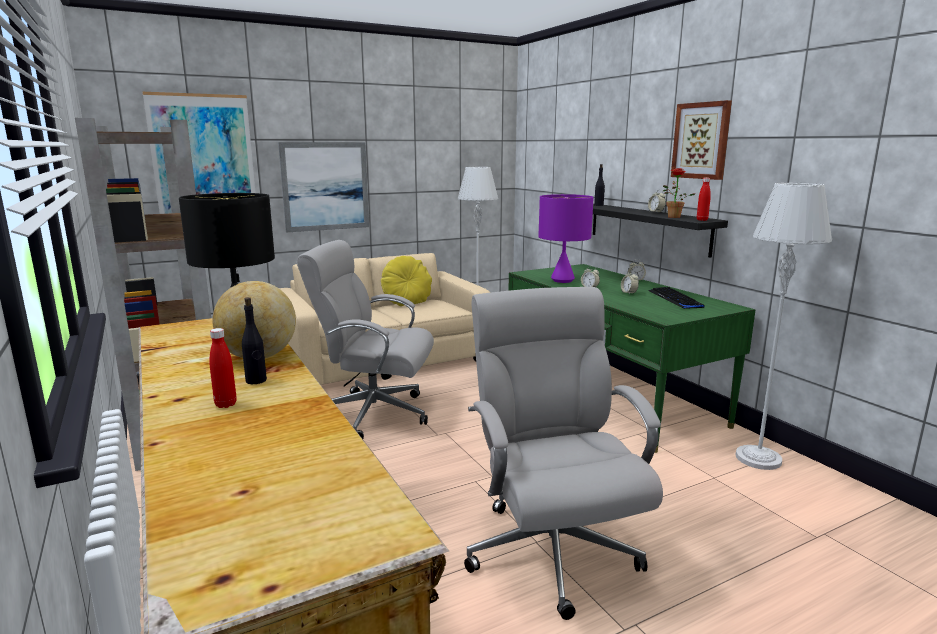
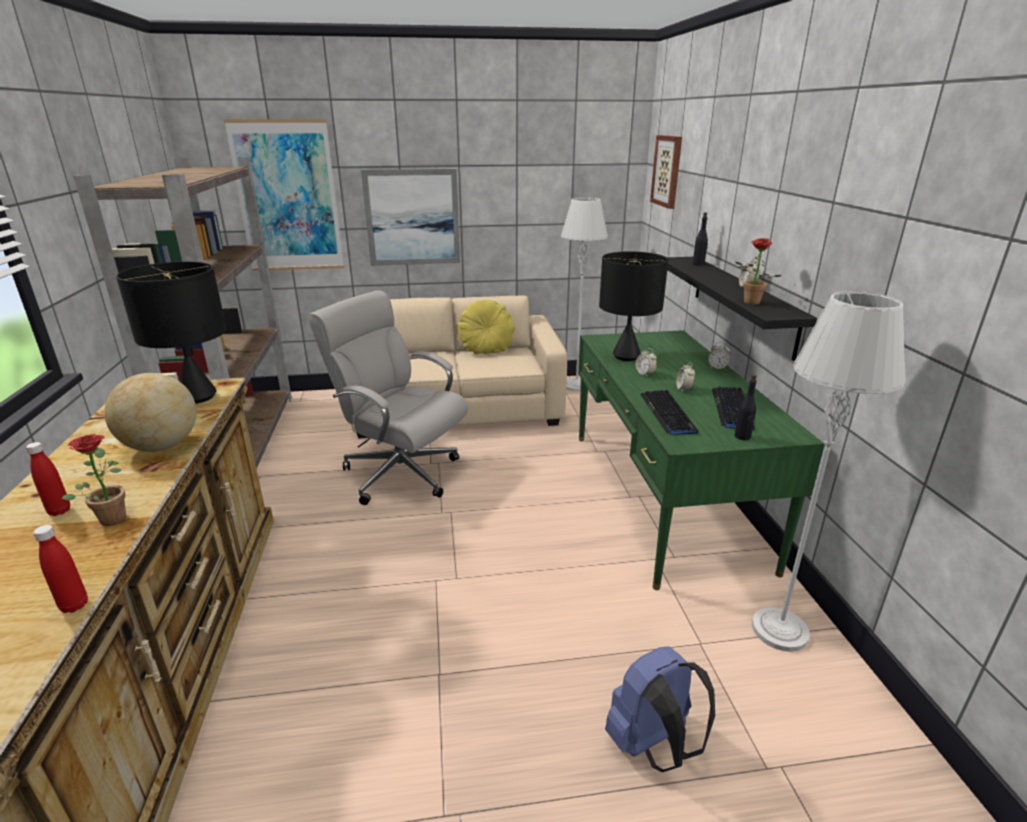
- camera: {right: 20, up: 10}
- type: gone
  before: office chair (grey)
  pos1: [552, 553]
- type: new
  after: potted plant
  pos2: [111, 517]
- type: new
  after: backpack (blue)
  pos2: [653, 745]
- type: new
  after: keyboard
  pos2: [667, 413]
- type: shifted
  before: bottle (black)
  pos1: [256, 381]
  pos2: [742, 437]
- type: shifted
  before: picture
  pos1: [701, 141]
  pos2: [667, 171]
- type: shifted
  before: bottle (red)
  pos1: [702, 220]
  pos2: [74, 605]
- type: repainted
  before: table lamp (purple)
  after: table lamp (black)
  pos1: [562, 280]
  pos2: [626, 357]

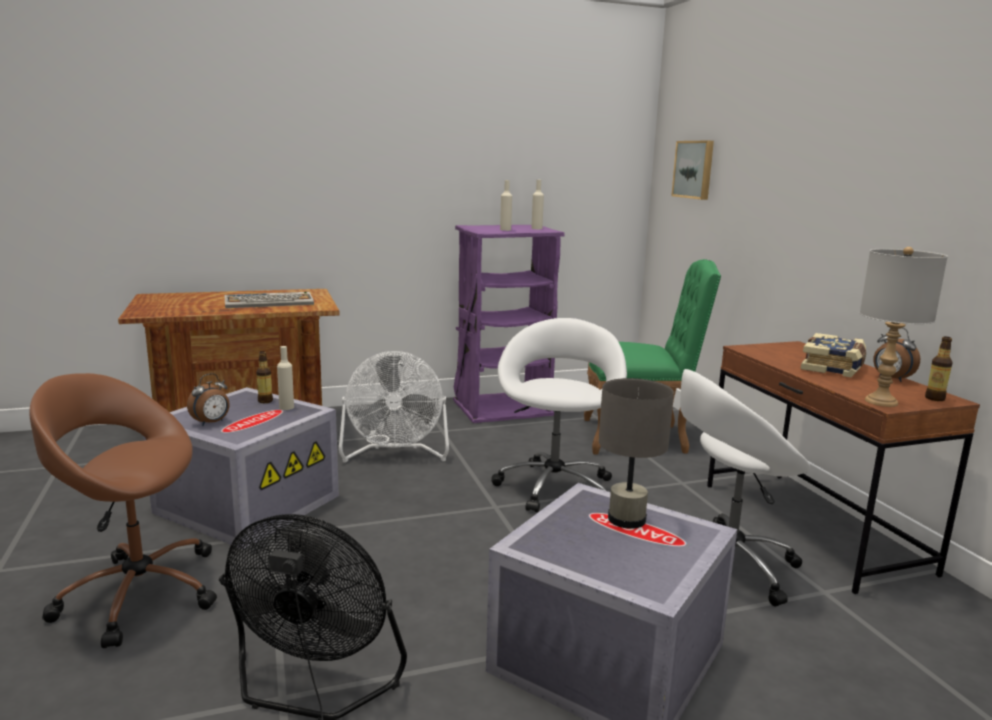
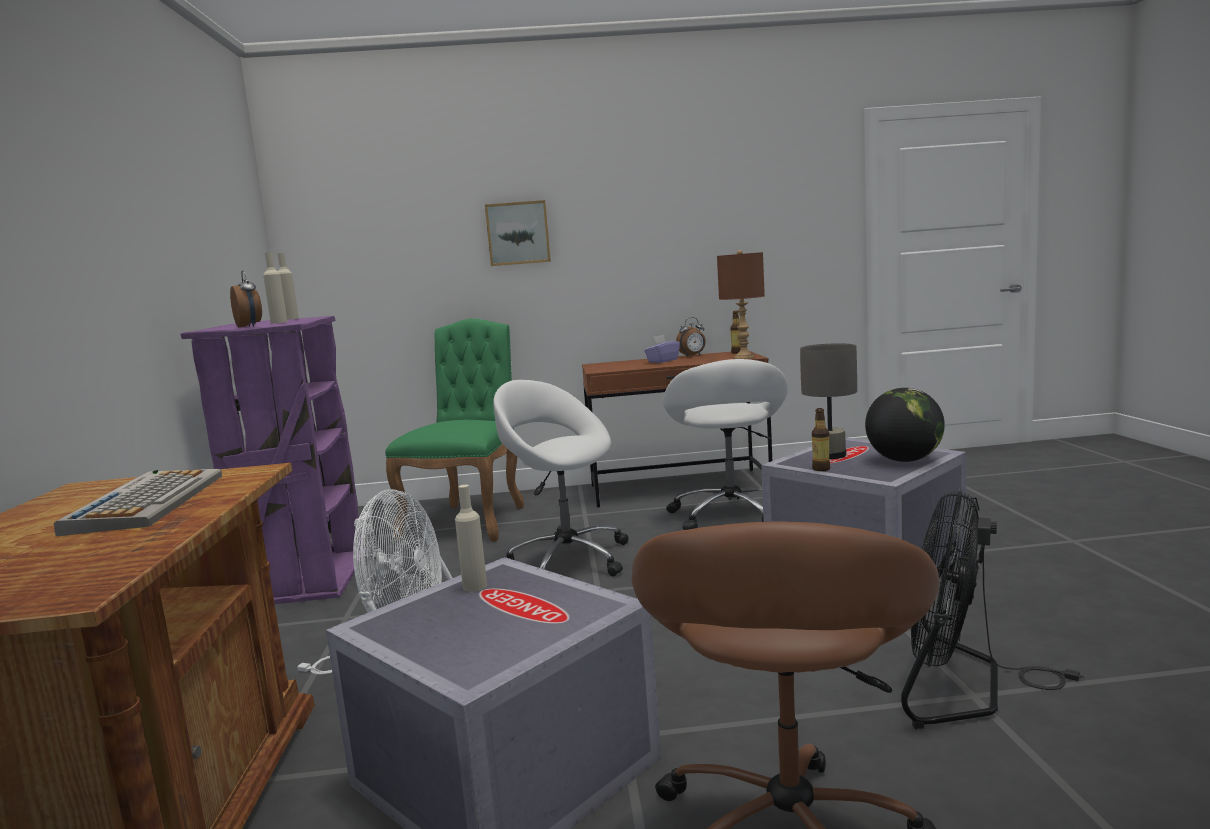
- camera: {right: -75, up: -5}
- type: new
  after: globe
  pos2: [904, 460]
- type: shifted
  before: alarm clock
  pos1: [211, 423]
  pos2: [250, 326]
- type: shifted
  before: bottle
  pos1: [265, 401]
  pos2: [821, 469]
- type: shifted
  before: picture
  pos1: [694, 169]
  pos2: [518, 233]
- type: swapped
  before: book
  after: tissue box (purple)
  pos1: [833, 367]
  pos2: [662, 361]
- type: repainted
  before: table lamp (grey)
  after: table lamp (brown)
  pos1: [880, 402]
  pos2: [744, 357]

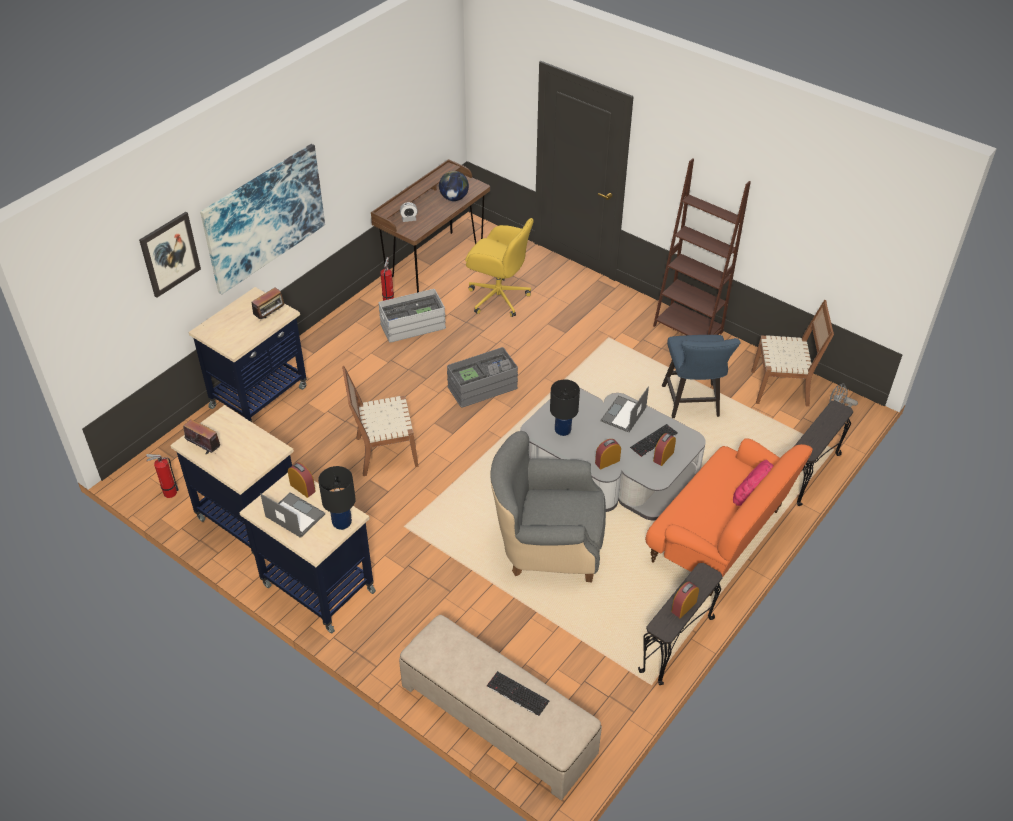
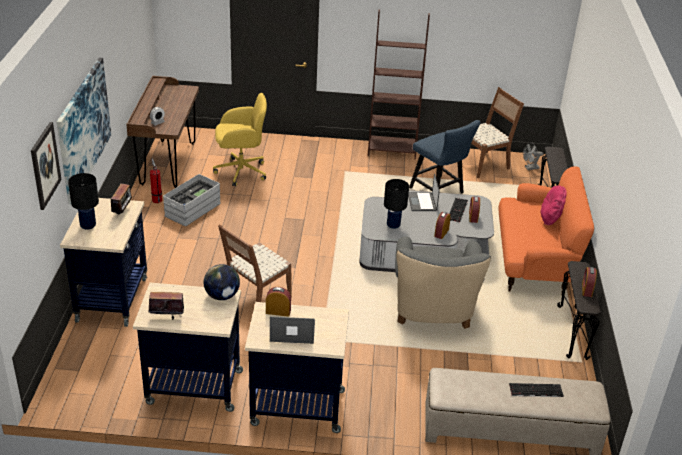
- camera: {right: -35, up: -10}
- type: gone
  before: fire extinguisher
  pos1: [168, 493]
- type: gone
  before: storage box (grey)
  pos1: [482, 386]
- type: shifted
  before: table lamp (black)
  pos1: [342, 523]
  pos2: [88, 226]
- type: shifted
  before: globe
  pos1: [454, 198]
  pos2: [222, 296]
- type: rotated
  before: armchair (grey)
  pos1: [547, 545]
  pos2: [433, 310]
  turn: -60

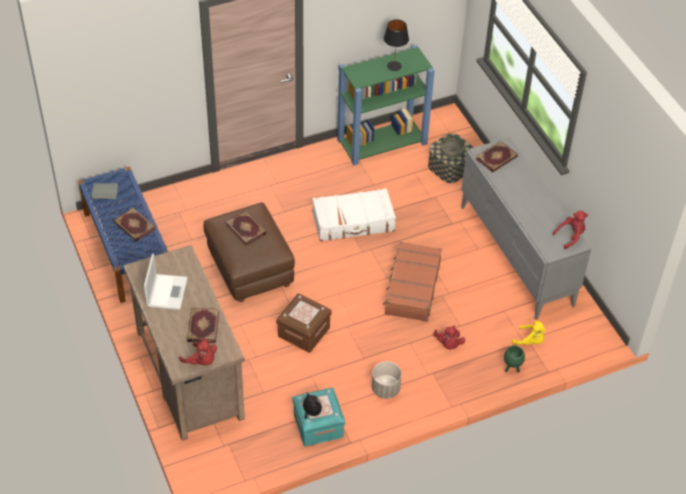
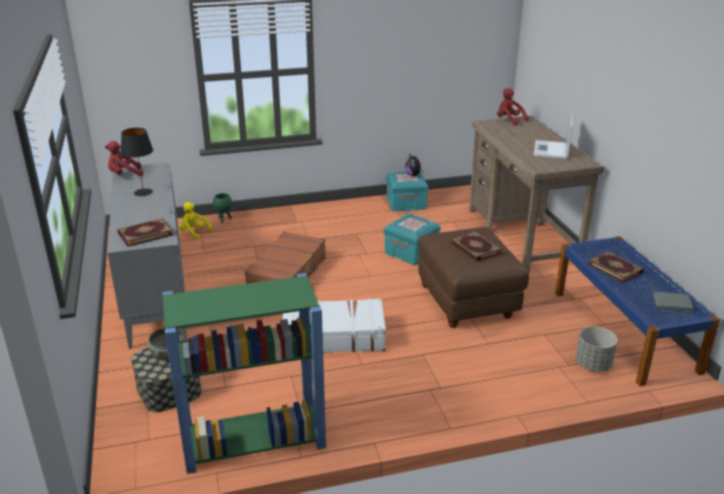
- camera: {right: -170, up: -20}
- type: gone
  before: book
  pos1: [202, 326]
- type: gone
  before: plush toy (red)
  pos1: [448, 344]
- type: shifted
  before: planter (grey)
  pos1: [385, 389]
  pos2: [593, 364]
- type: shifted
  before: table lamp (black)
  pos1: [394, 66]
  pos2: [143, 192]
- type: repainted
  before: storage box (brown)
  after: storage box (turquoise)
  pos1: [304, 332]
  pos2: [411, 252]

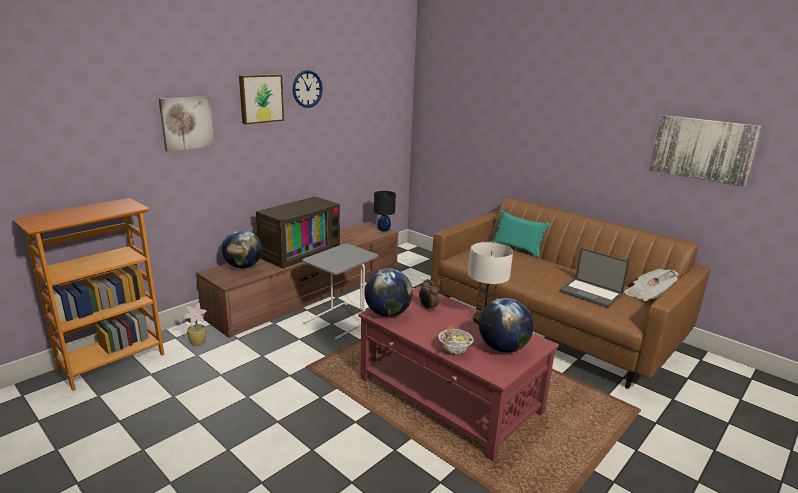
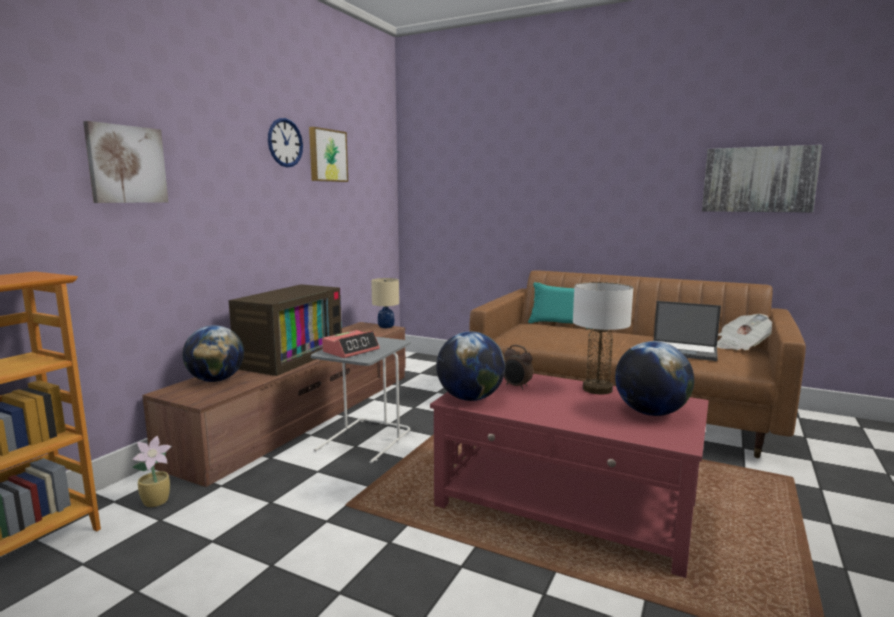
- camera: {right: -15, up: -10}
- type: gone
  before: bowl
  pos1: [454, 350]
- type: new
  after: alarm clock
  pos2: [351, 350]
- type: shifted
  before: picture
  pos1: [260, 98]
  pos2: [327, 155]
- type: repainted
  before: table lamp (black)
  after: table lamp (beige)
  pos1: [383, 230]
  pos2: [385, 327]

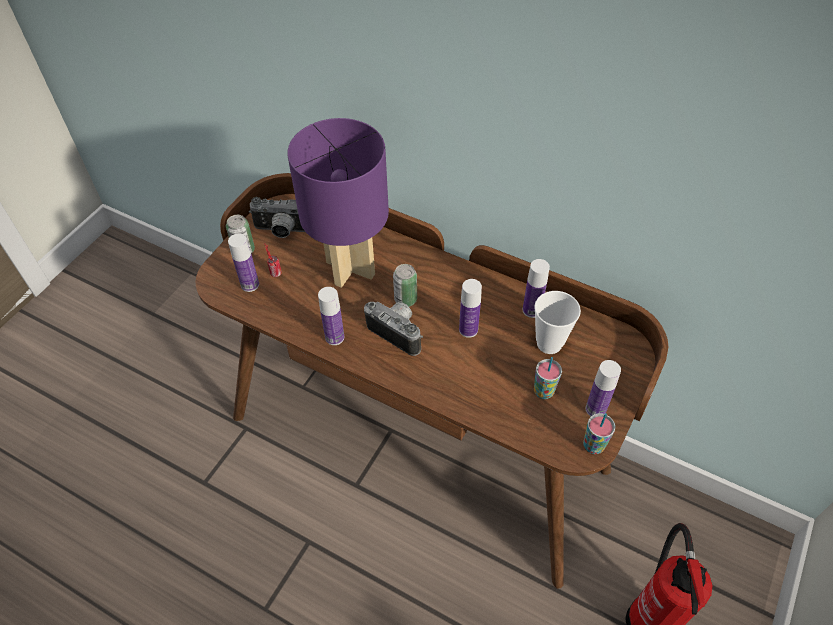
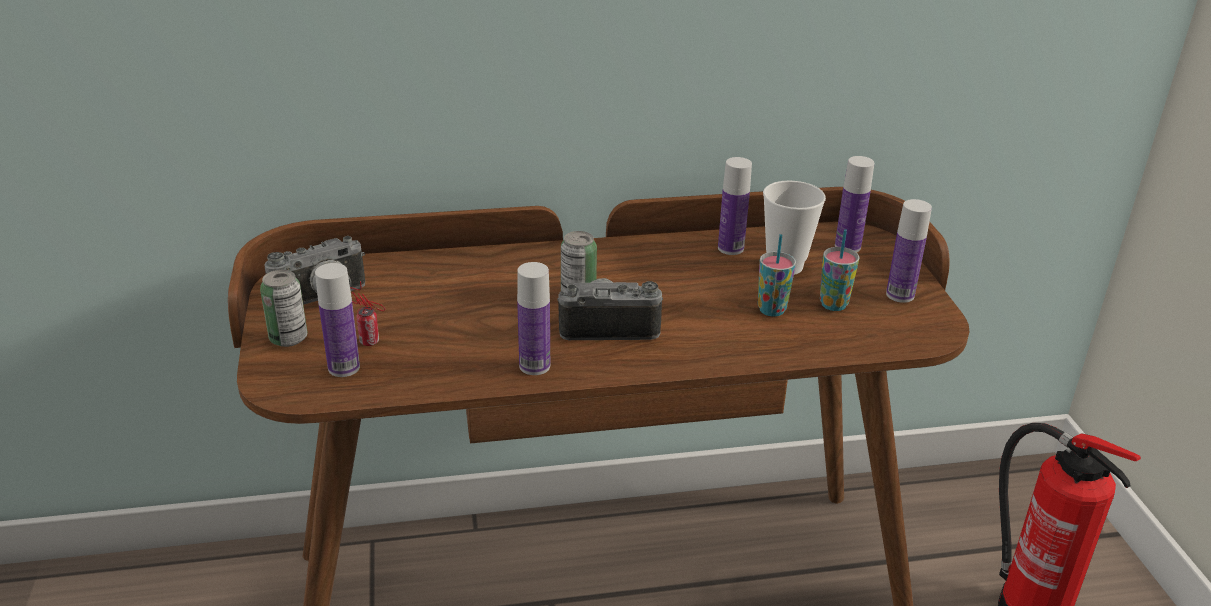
- camera: {right: -40, up: -20}
- type: gone
  before: table lamp (purple)
  pos1: [349, 268]
- type: shifted
  before: bottle
  pos1: [468, 329]
  pos2: [847, 246]
- type: shifted
  before: cup
  pos1: [593, 446]
  pos2: [771, 310]

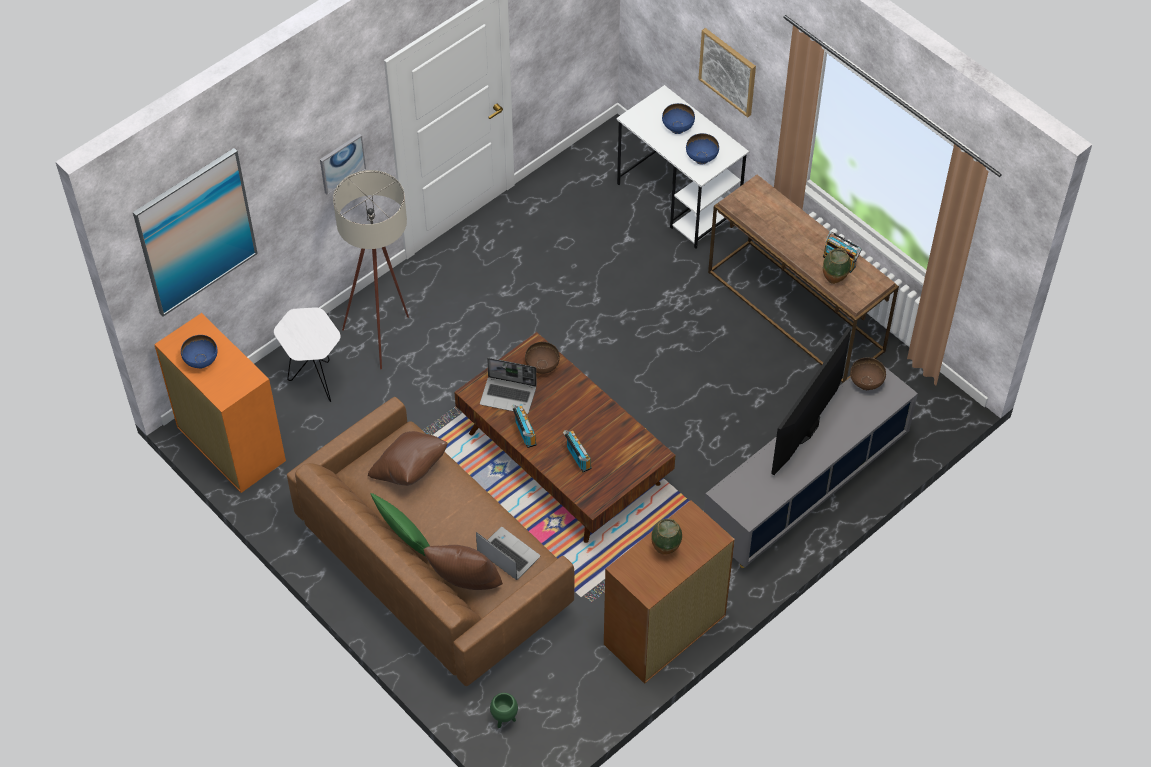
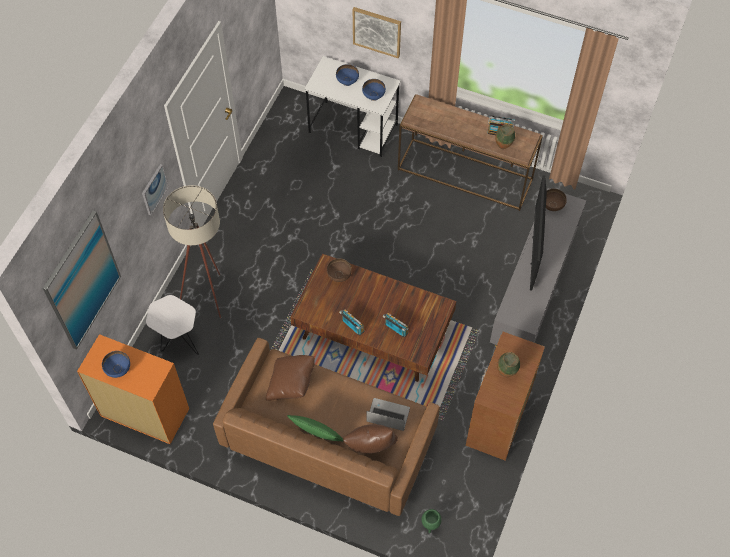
- camera: {right: -25, up: 5}
- type: gone
  before: laptop
  pos1: [509, 395]

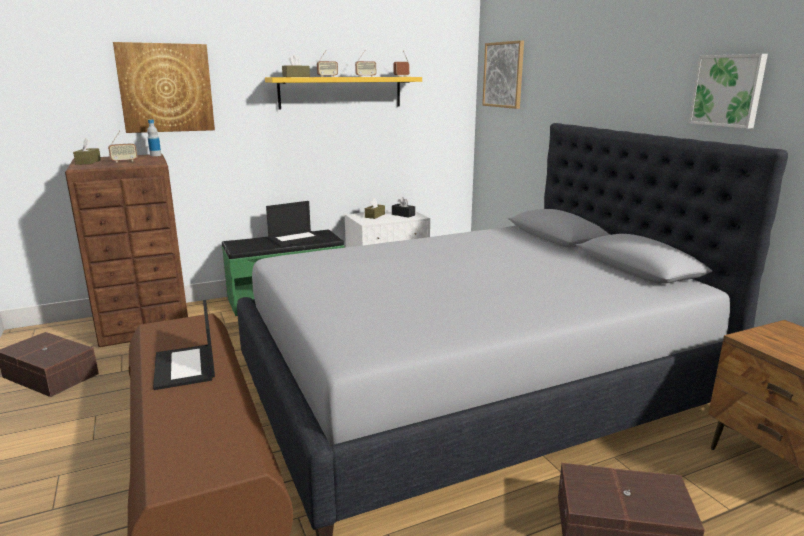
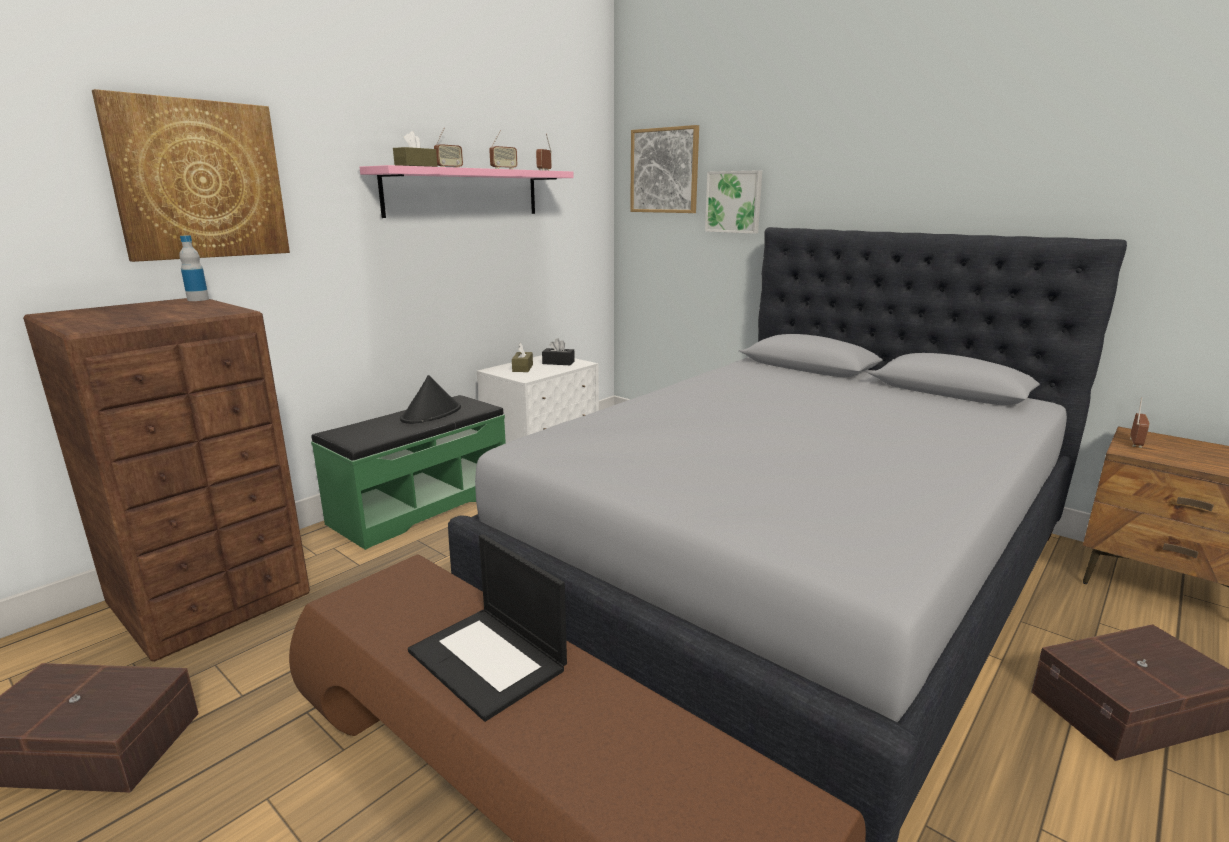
- camera: {right: -25, up: 0}
- type: gone
  before: tissue box (brown)
  pos1: [88, 162]
- type: shifted
  before: radio
  pos1: [124, 161]
  pos2: [1135, 443]
- type: shifted
  before: picture
  pos1: [728, 90]
  pos2: [734, 202]
- type: swapped
  before: laptop
  after: hat (black)
  pos1: [296, 238]
  pos2: [431, 414]
- type: repainted
  before: shelf (yellow)
  after: shelf (pink)
  pos1: [341, 92]
  pos2: [464, 192]

